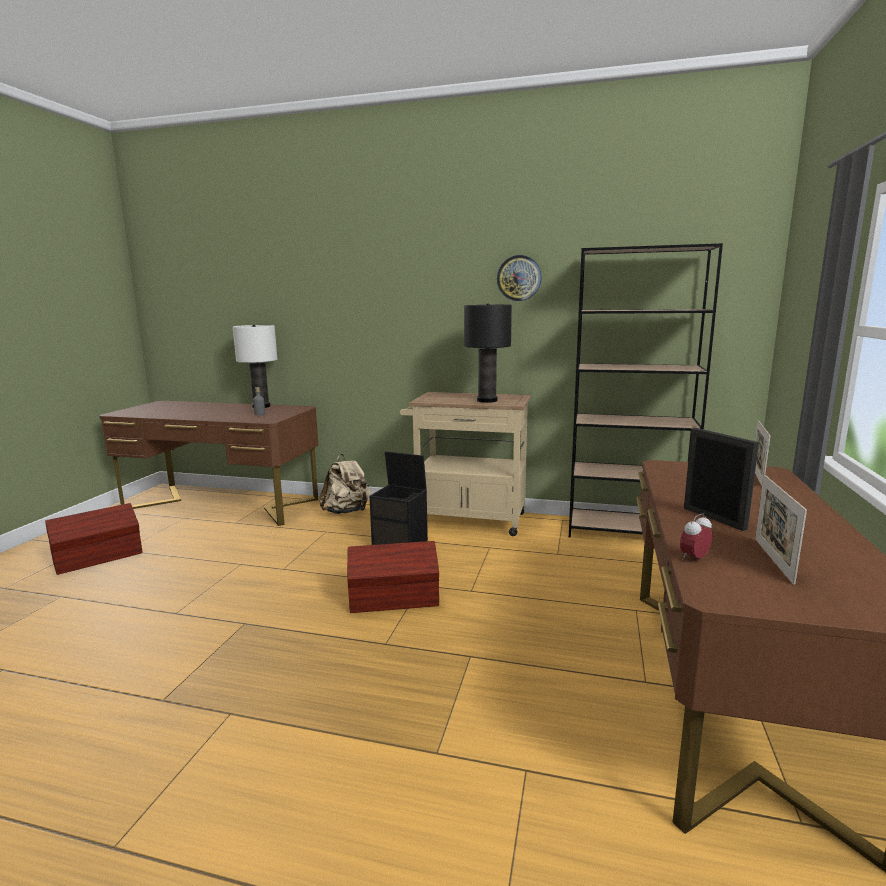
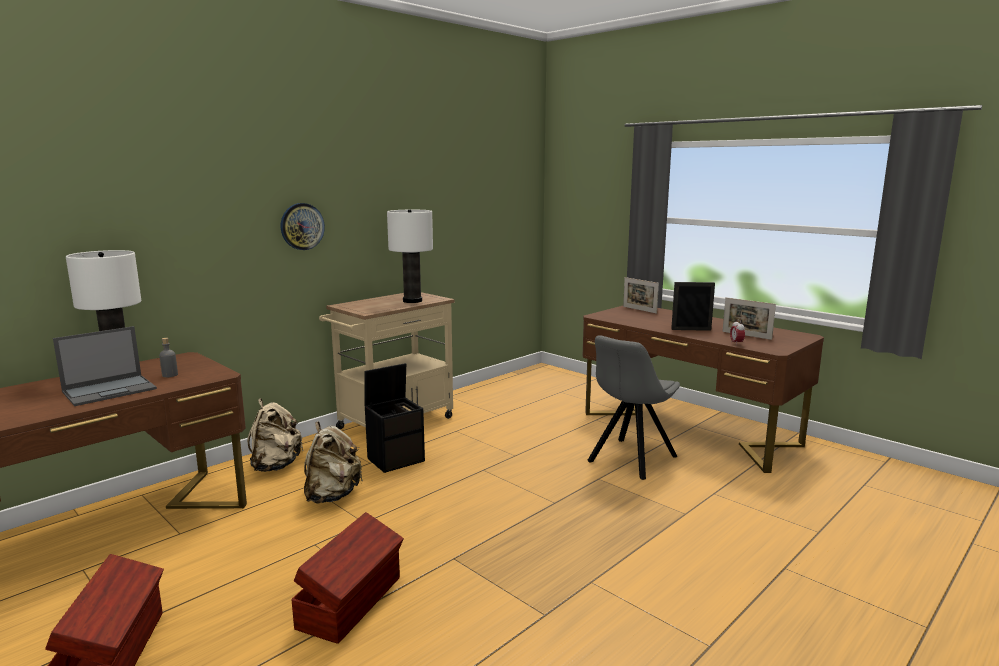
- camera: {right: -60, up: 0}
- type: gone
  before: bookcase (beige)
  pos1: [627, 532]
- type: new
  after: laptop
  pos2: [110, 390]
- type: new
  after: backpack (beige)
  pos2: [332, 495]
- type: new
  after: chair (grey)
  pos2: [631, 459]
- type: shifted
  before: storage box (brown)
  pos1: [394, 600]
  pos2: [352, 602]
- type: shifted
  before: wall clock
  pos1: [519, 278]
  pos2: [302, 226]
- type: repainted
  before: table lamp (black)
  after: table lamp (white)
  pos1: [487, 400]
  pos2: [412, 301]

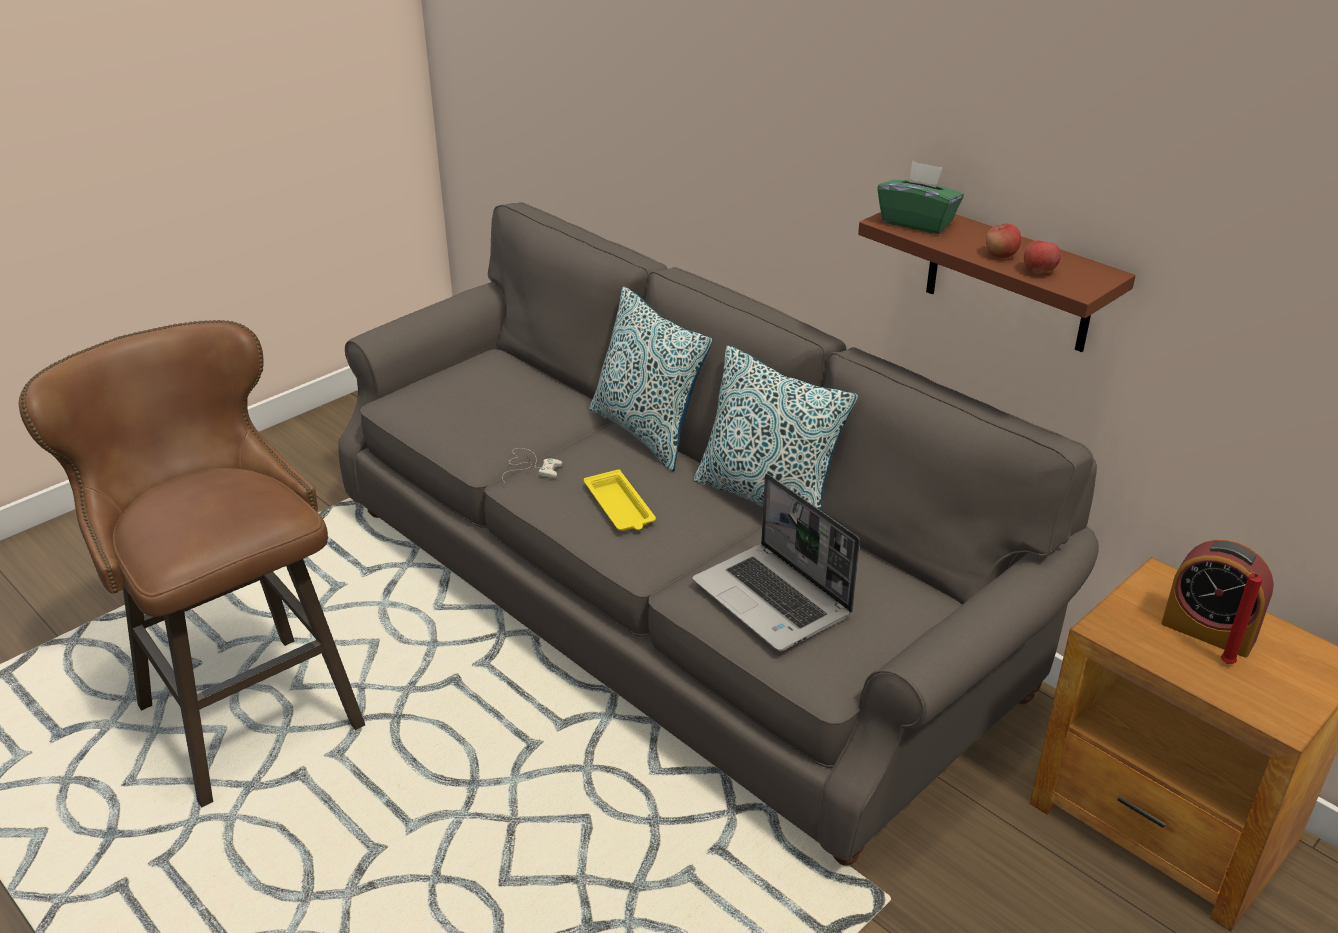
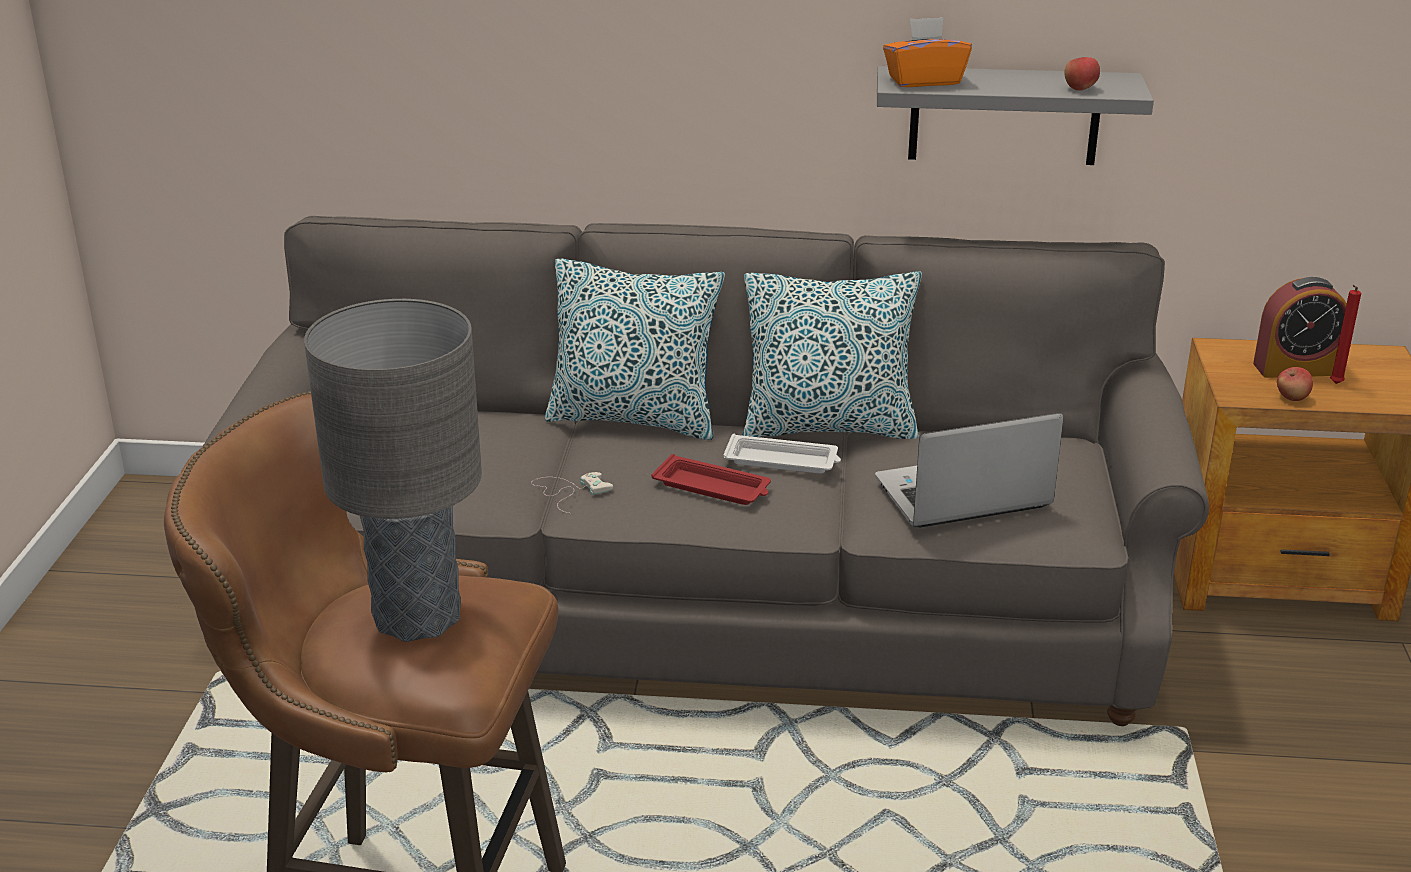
- camera: {right: -40, up: -5}
- type: new
  after: table lamp (grey)
  pos2: [416, 618]
- type: new
  after: tray (white)
  pos2: [783, 461]
- type: shifted
  before: apple
  pos1: [1001, 255]
  pos2: [1292, 398]
- type: repainted
  before: tray (yellow)
  after: tray (red)
  pos1: [620, 507]
  pos2: [713, 488]
- type: repainted
  before: shelf (brown)
  after: shelf (grey)
  pos1: [1009, 277]
  pos2: [1004, 115]
- type: repainted
  before: tissue box (green)
  after: tissue box (orange)
  pos1: [917, 223]
  pos2: [924, 80]
- type: rotated
  before: laptop
  pos1: [774, 599]
  pos2: [961, 496]
  turn: 150

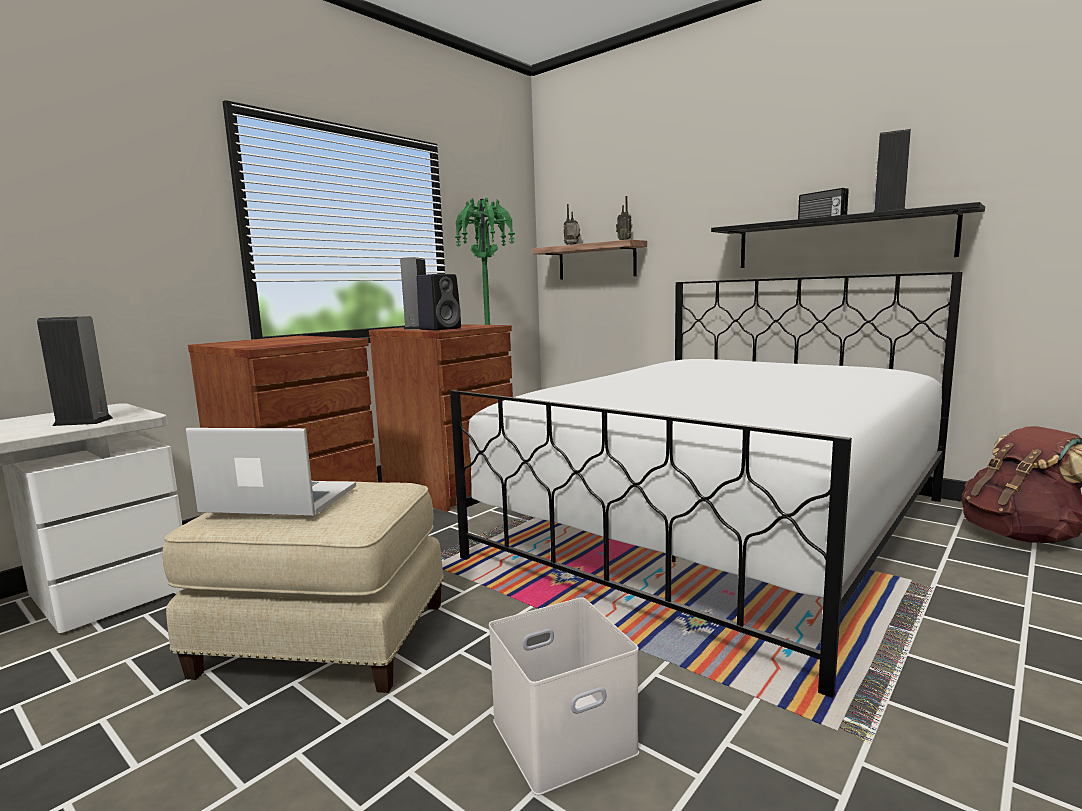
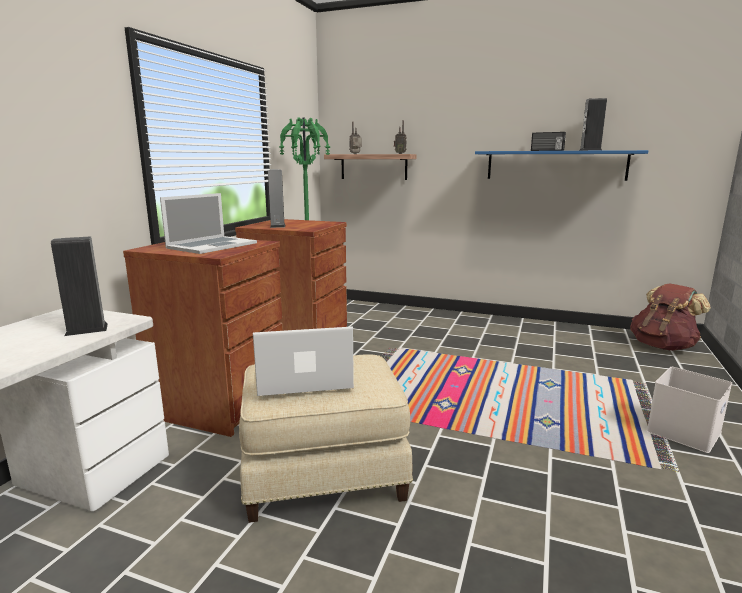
- camera: {right: -20, up: 5}
- type: gone
  before: speaker (black)
  pos1: [441, 329]
- type: gone
  before: bed (white)
  pos1: [722, 526]
- type: new
  after: laptop
  pos2: [212, 245]
- type: shifted
  before: storage box (white)
  pos1: [562, 738]
  pos2: [685, 432]
- type: repainted
  before: shelf (black)
  after: shelf (blue)
  pos1: [839, 241]
  pos2: [555, 165]

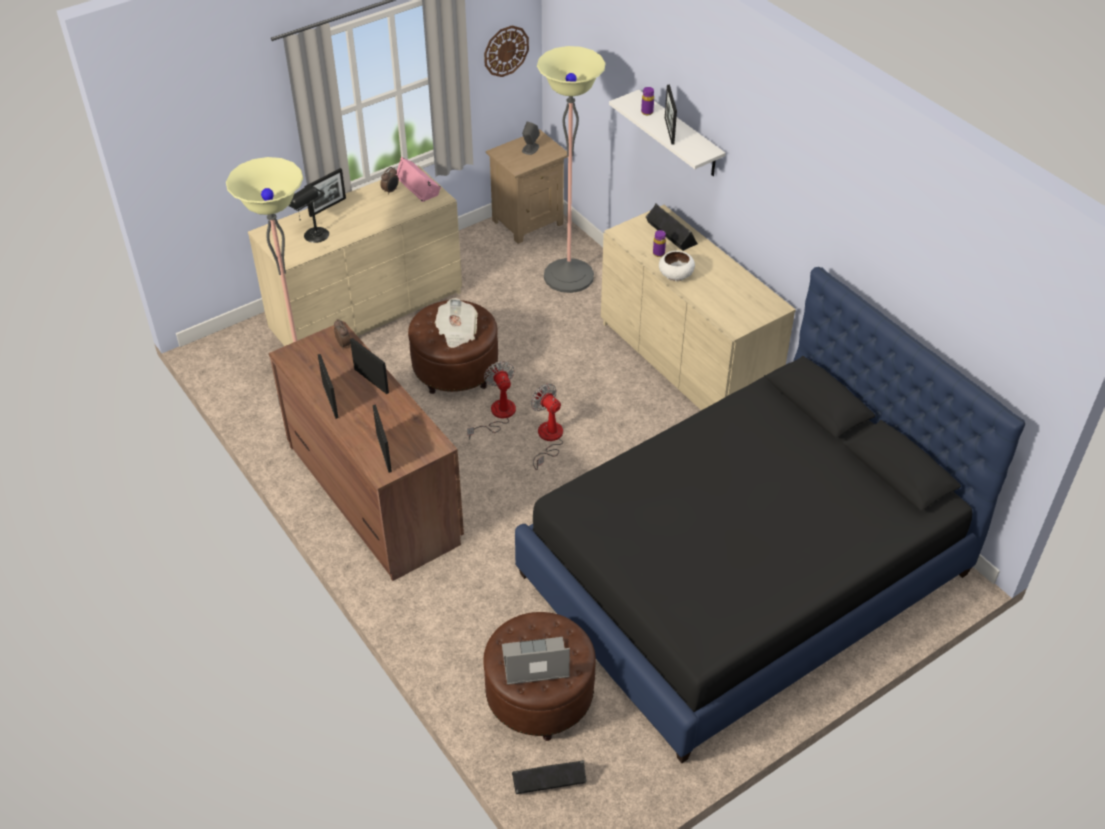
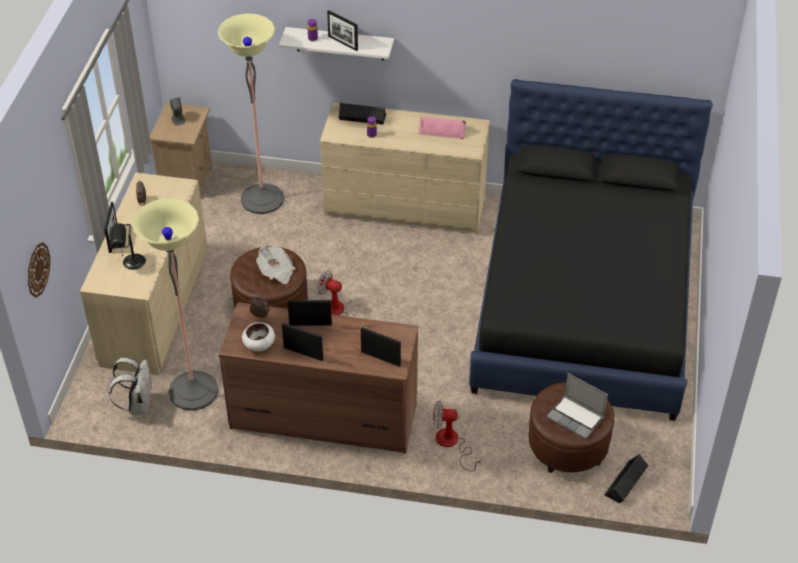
- camera: {right: -45, up: 0}
- type: new
  after: backpack (white)
  pos2: [138, 404]
- type: shifted
  before: speaker (pink)
  pos1: [418, 185]
  pos2: [442, 130]
- type: shifted
  before: wall clock
  pos1: [506, 51]
  pos2: [37, 269]
- type: shifted
  before: fan
  pos1: [548, 439]
  pos2: [452, 444]
- type: shifted
  before: bowl (white)
  pos1: [675, 275]
  pos2: [259, 344]
- type: rotated
  before: laptop
  pos1: [534, 663]
  pos2: [576, 417]
  turn: -90

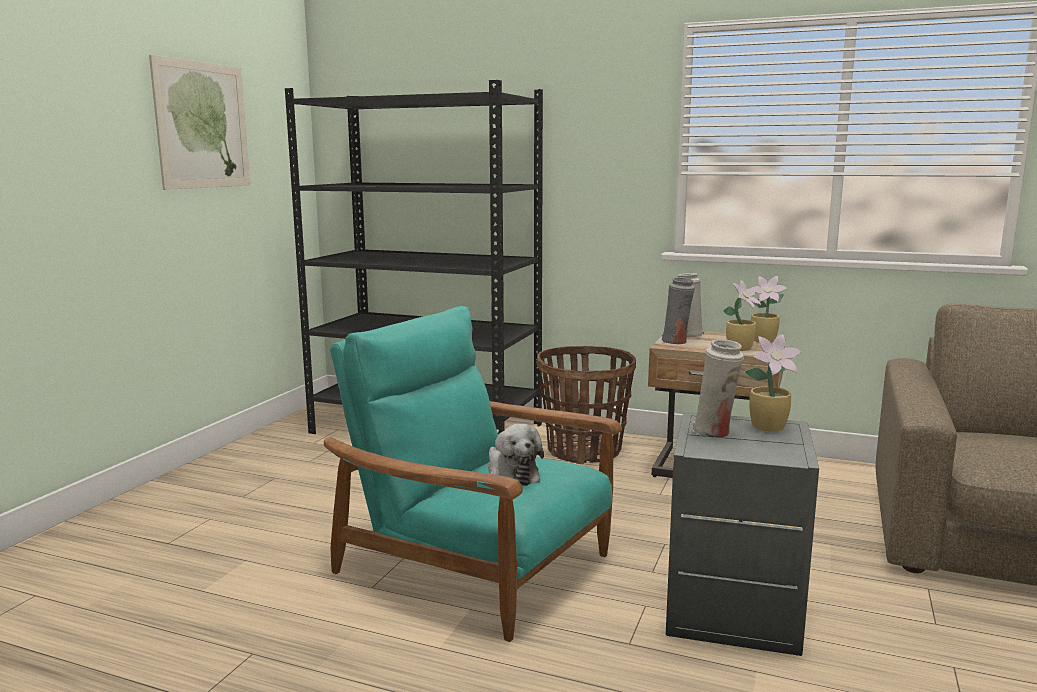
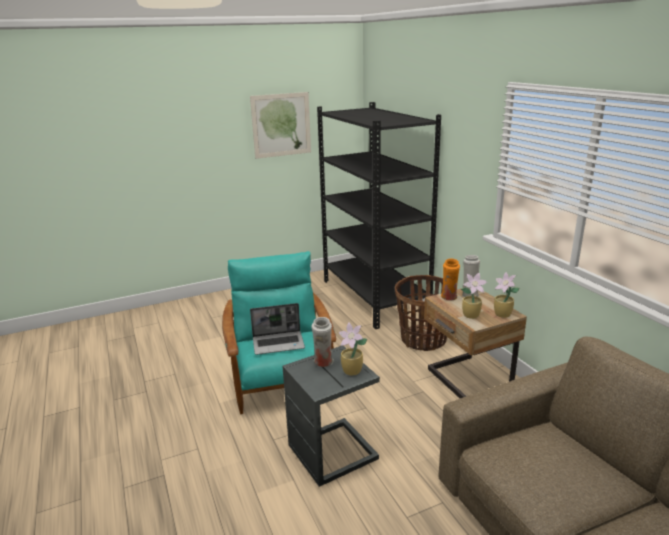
- camera: {right: 45, up: 10}
- type: swapped
  before: plush toy
  after: laptop
  pos1: [511, 475]
  pos2: [279, 343]
- type: repainted
  before: vase (grey)
  after: vase (orange)
  pos1: [676, 342]
  pos2: [449, 298]

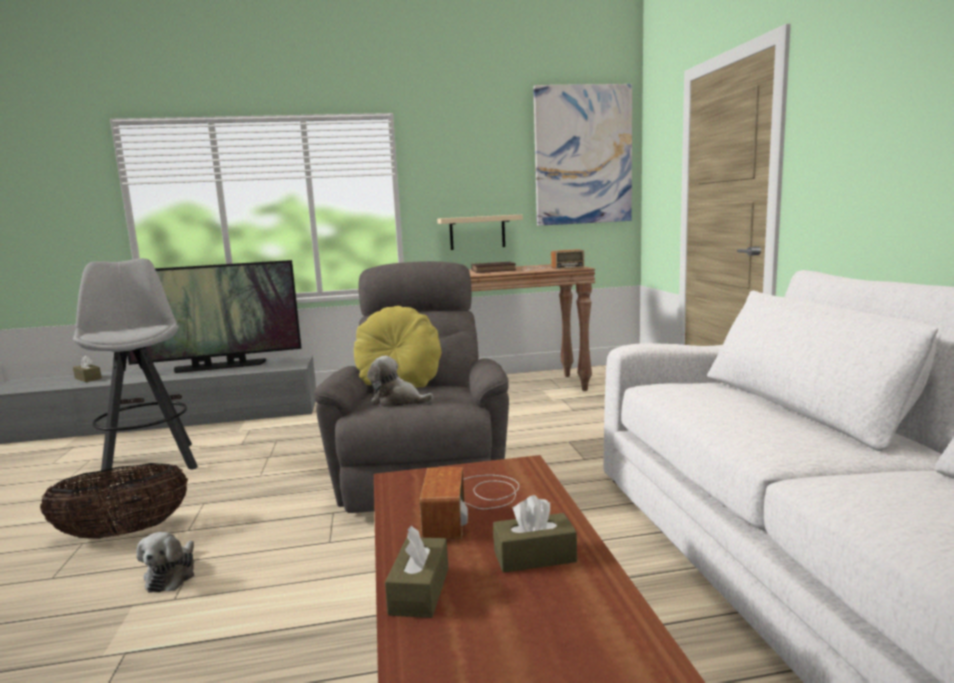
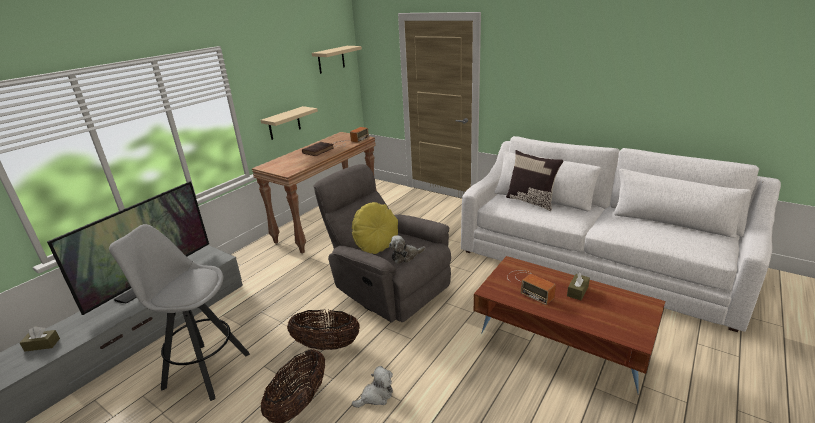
- camera: {right: -45, up: 15}
- type: gone
  before: tissue box (brown)
  pos1: [419, 591]
- type: new
  after: basket
  pos2: [326, 345]
- type: new
  after: pillow
  pos2: [531, 201]
- type: swapped
  before: picture
  after: shelf (beige)
  pos1: [583, 155]
  pos2: [331, 59]
- type: rotated
  before: plush toy
  pos1: [172, 575]
  pos2: [376, 396]
  turn: -75

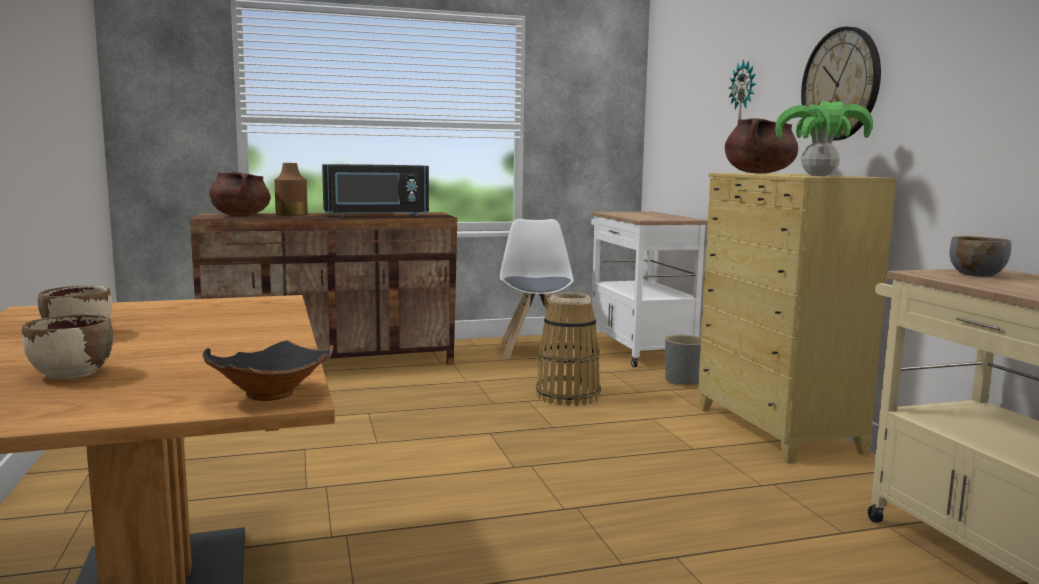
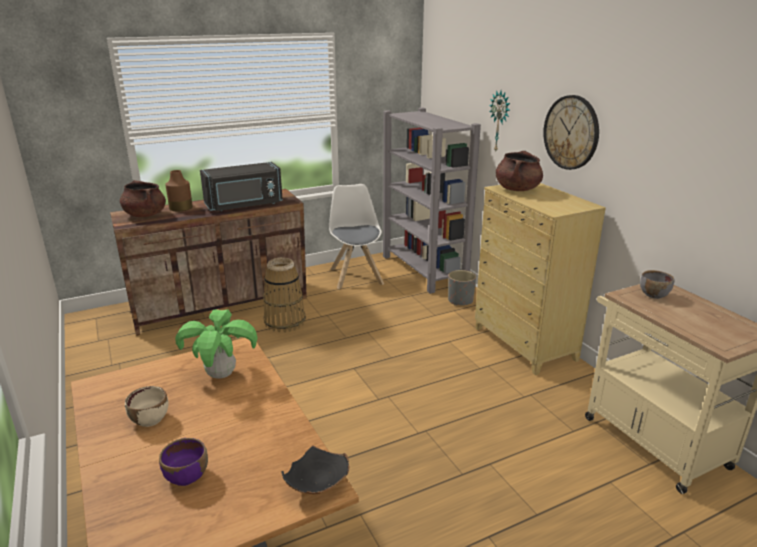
- camera: {right: -10, up: 15}
- type: shifted
  before: basket
  pos1: [567, 396]
  pos2: [284, 322]
- type: shifted
  before: potted plant
  pos1: [818, 175]
  pos2: [221, 375]
- type: swapped
  before: cart (white)
  after: bookcase (grey)
  pos1: [638, 350]
  pos2: [424, 270]
- type: repainted
  before: bowl (beige)
  after: bowl (purple)
  pos1: [71, 373]
  pos2: [186, 476]

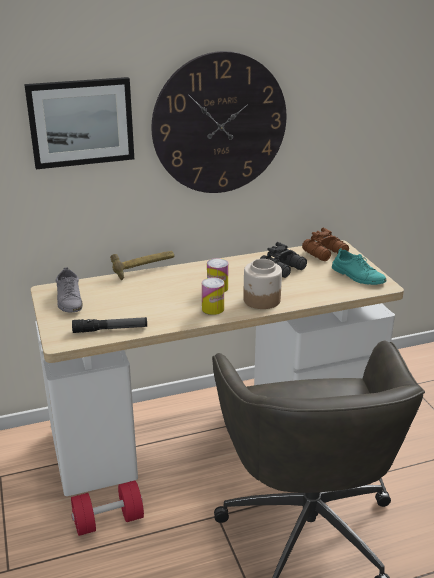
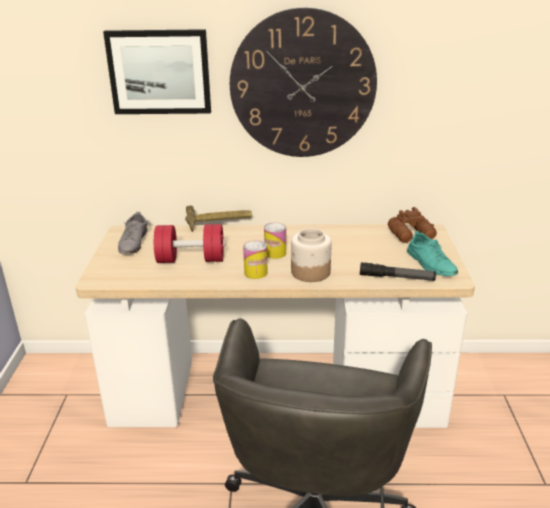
- camera: {right: 20, up: 0}
- type: gone
  before: binoculars (black)
  pos1: [283, 269]
- type: shifted
  before: dumbbell (red)
  pos1: [108, 521]
  pos2: [191, 259]
- type: shifted
  before: flashlight
  pos1: [110, 329]
  pos2: [396, 277]

